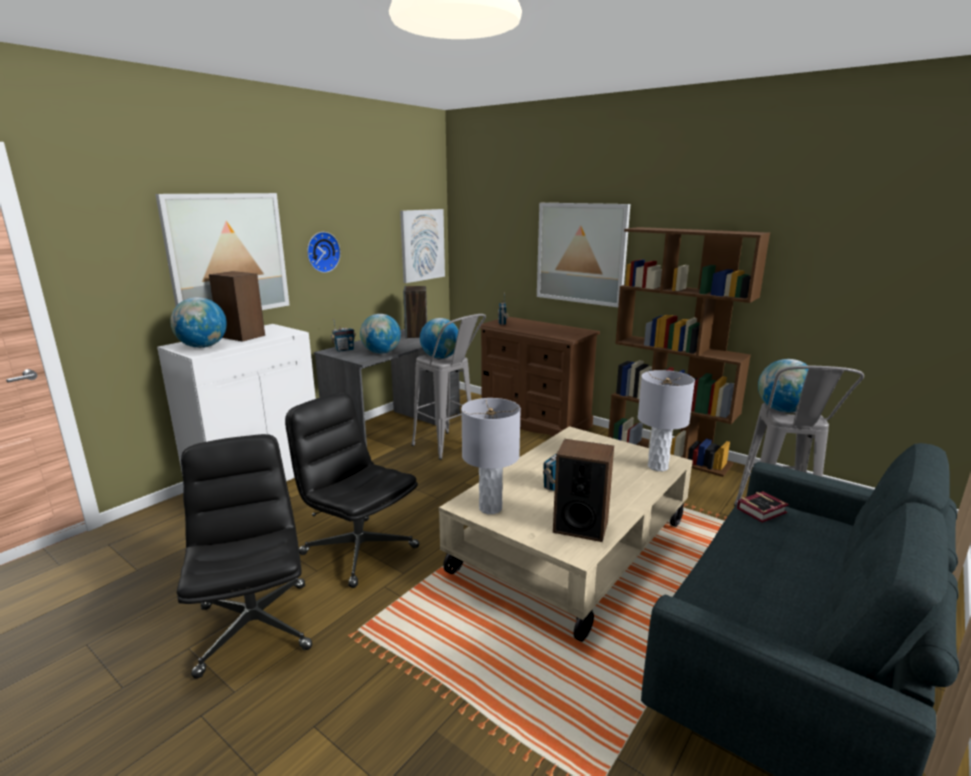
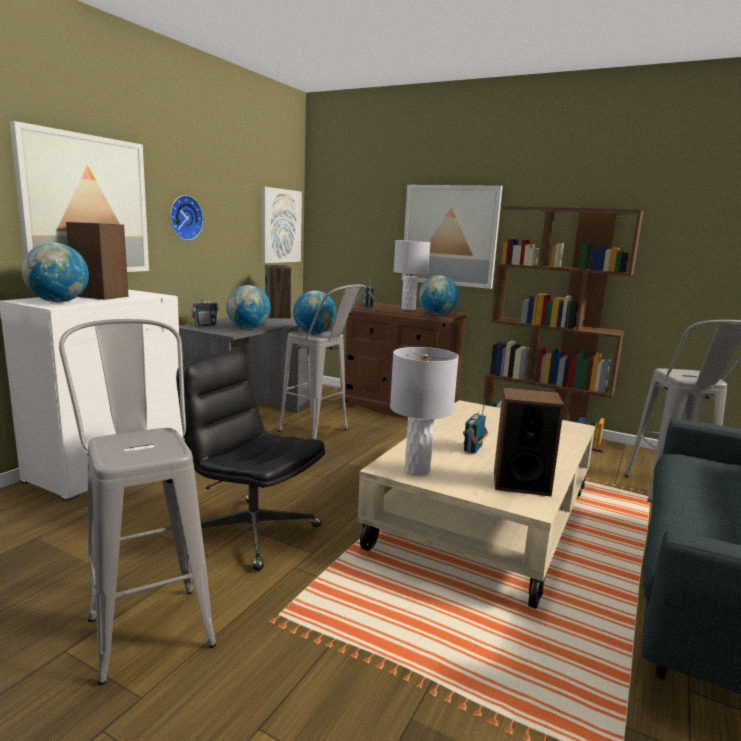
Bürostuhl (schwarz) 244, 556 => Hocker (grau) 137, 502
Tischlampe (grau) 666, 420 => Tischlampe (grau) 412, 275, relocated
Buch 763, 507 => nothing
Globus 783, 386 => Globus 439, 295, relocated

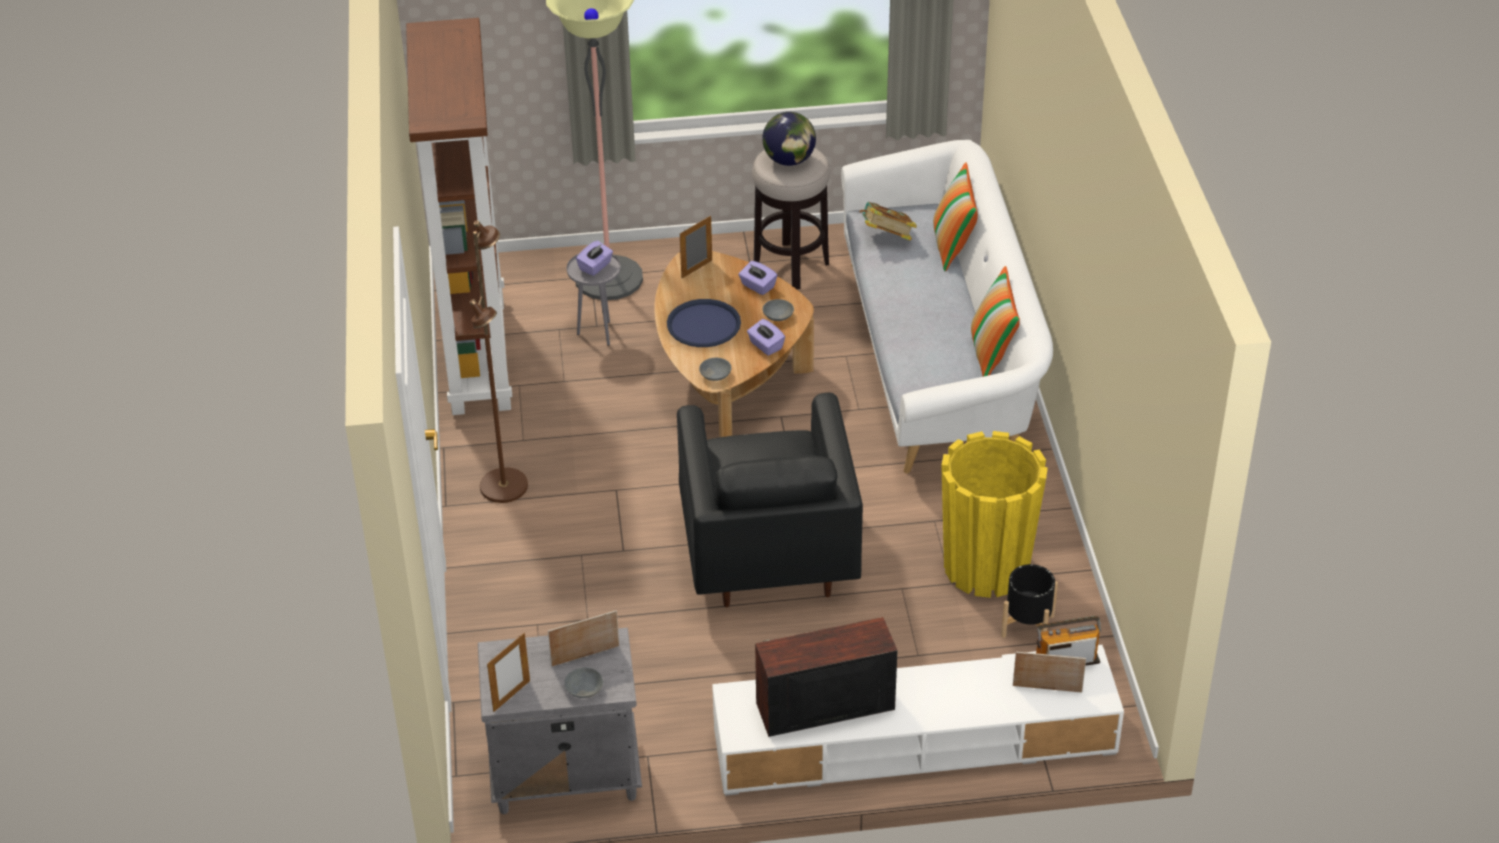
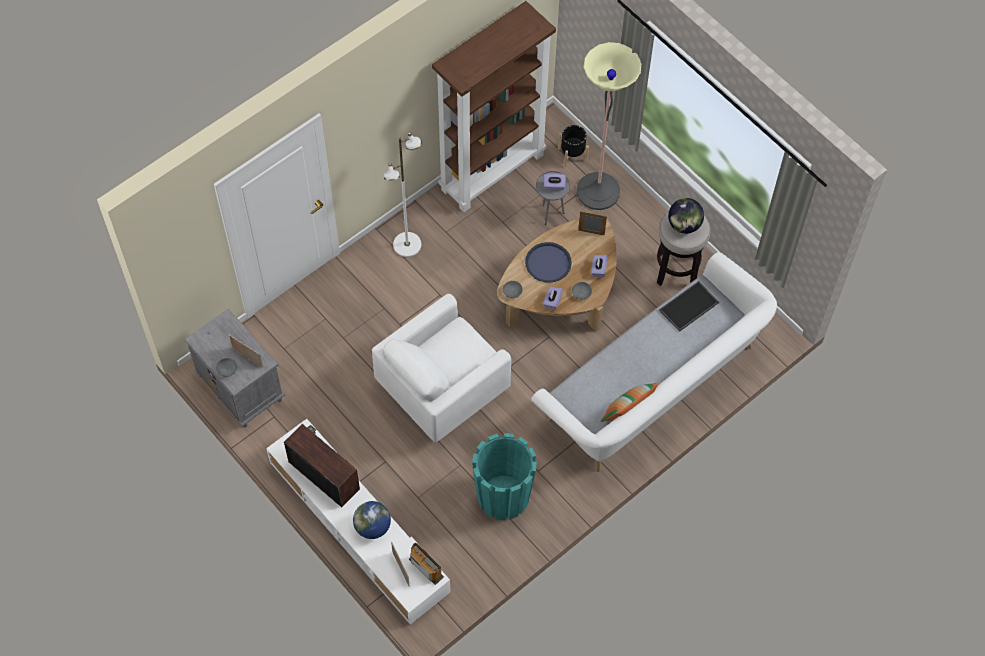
Stehlampe (braun) 499, 361 => Stehlampe (weiß) 403, 195
Bilderrahmen 508, 672 => nothing
Sessel (schwarz) 770, 500 => Sessel (weiß) 441, 368
Buch 888, 221 => Tablett 689, 306
Kissen 955, 216 => nothing
Pflanzkübel (gelb) 994, 514 => Pflanzkübel (türkis) 504, 476
Pflanzkübel (schwarz) 1029, 601 => Pflanzkübel (schwarz) 573, 146, relocated
nothing => Globus 372, 520

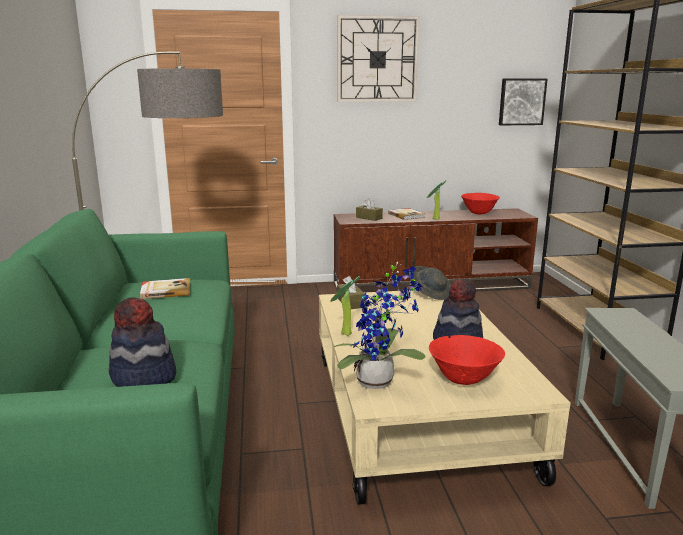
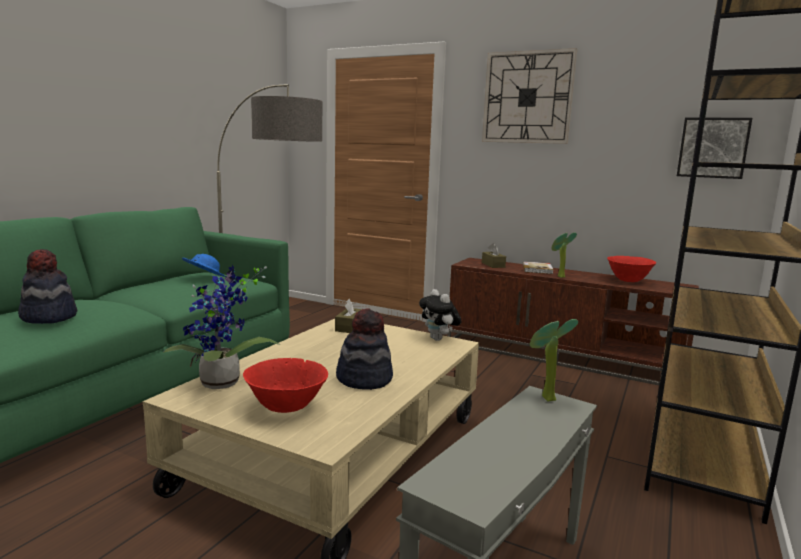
Buch 165, 288 => Hut (blau) 204, 265
Topfpflanze 345, 306 => Topfpflanze 554, 360, relocated
Hut (grau) 432, 283 => Plüschtier 440, 315

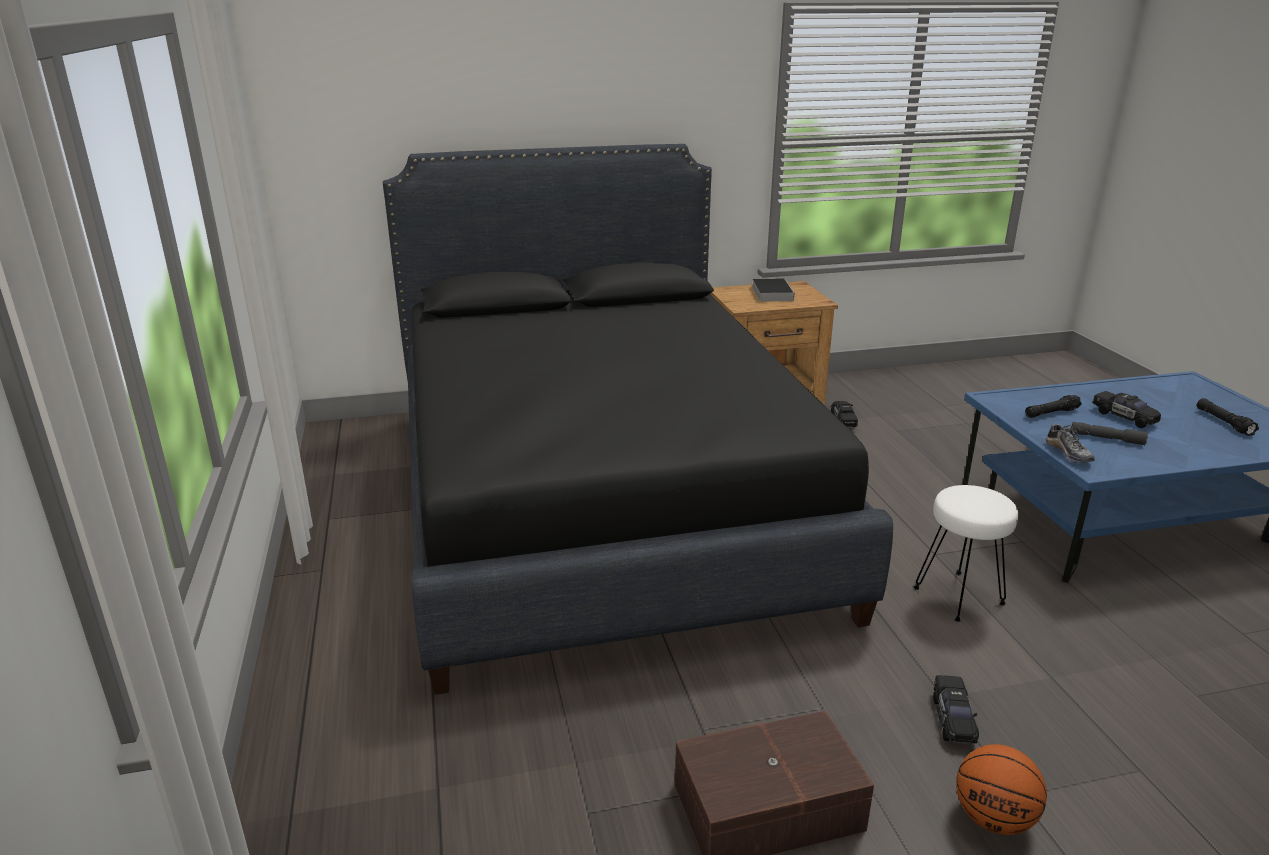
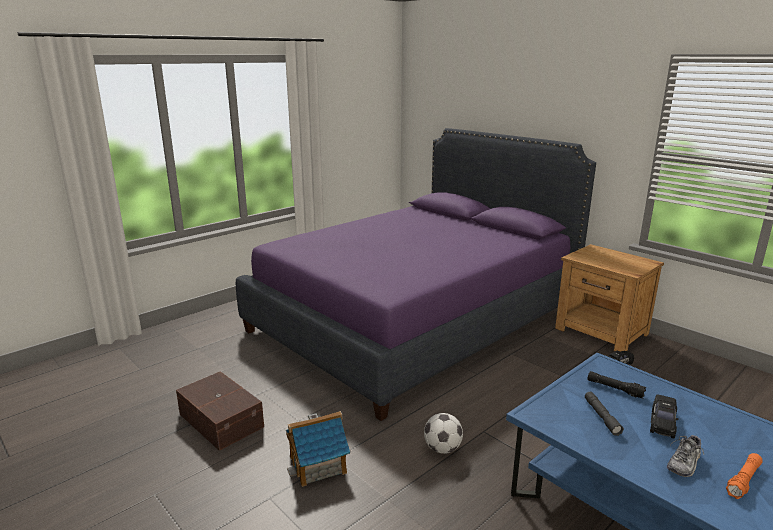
Bett (schwarz) 638, 419 => Bett (lila) 416, 274
Buch 773, 290 => nothing
Hocker (weiß) 966, 553 => Fußball 443, 433
Spielzeugauto (schwarz) 956, 709 => Spielzeughaus 318, 449
Basketball 1001, 789 => nothing
Schuh 1070, 442 => Schuh 685, 456, relocated
Taschenlampe (schwarz) 1227, 417 => Taschenlampe (orange) 744, 476

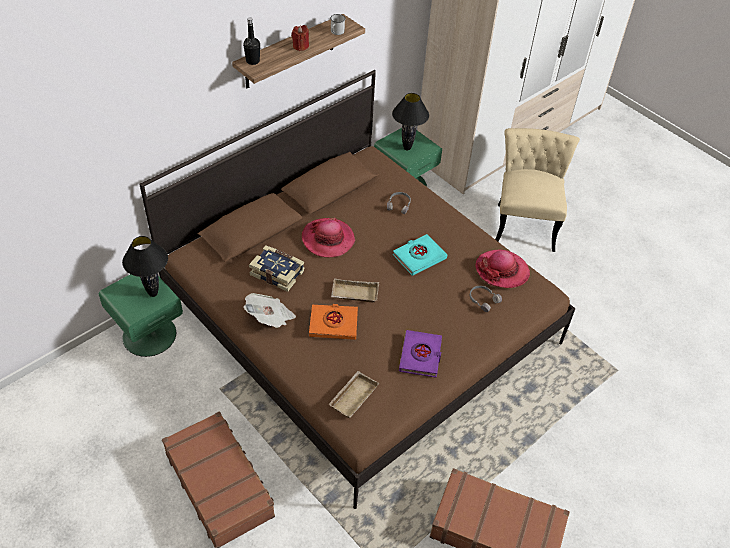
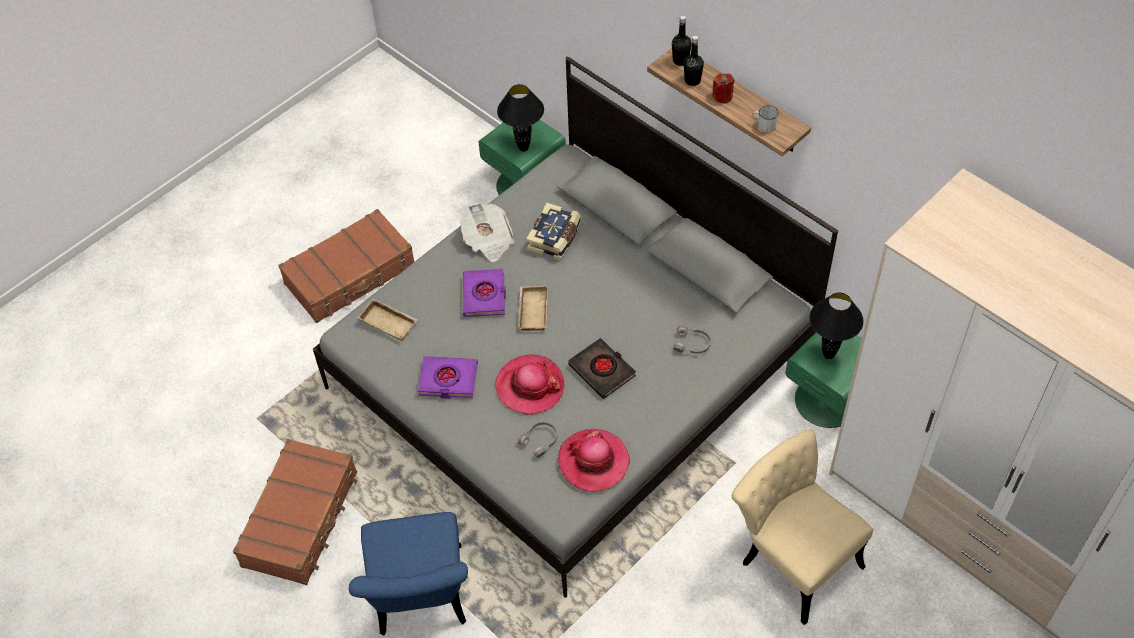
Bett (braun) 357, 289 => Bett (grau) 575, 327
Hut 328, 237 => Hut 530, 384, relocated
Buch (orange) 333, 322 => Buch (lila) 484, 293
Buch (türkis) 420, 255 => Buch (schwarz) 602, 368
Stuhl (beige) 537, 190 => Stuhl (beige) 802, 527, 135 degrees counterclockwise
nothing => Stuhl (blau) 408, 574
nothing => Flasche (schwarz) 694, 61

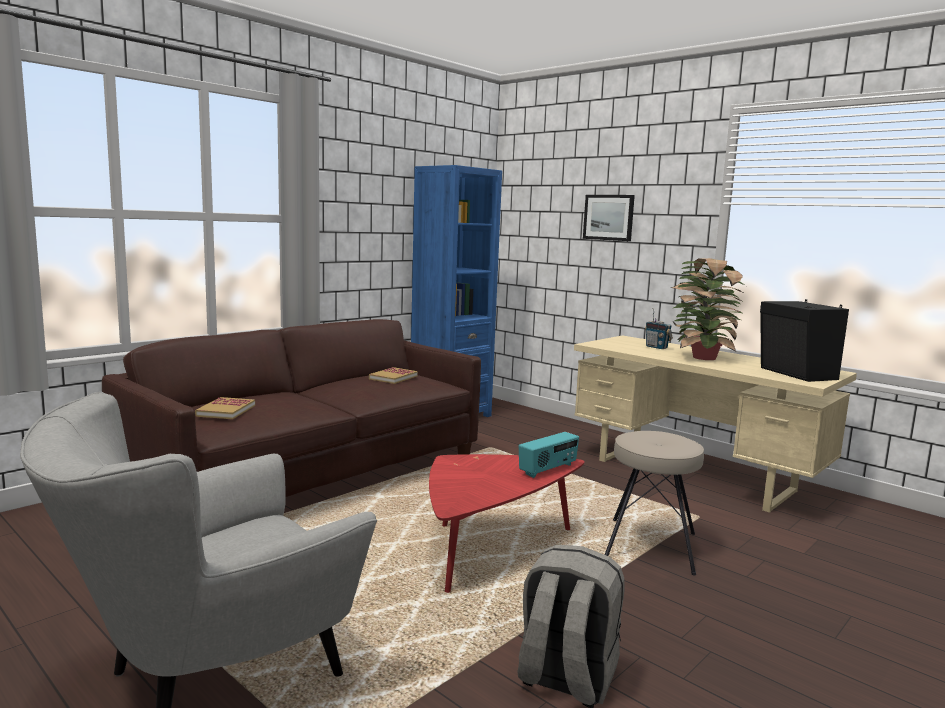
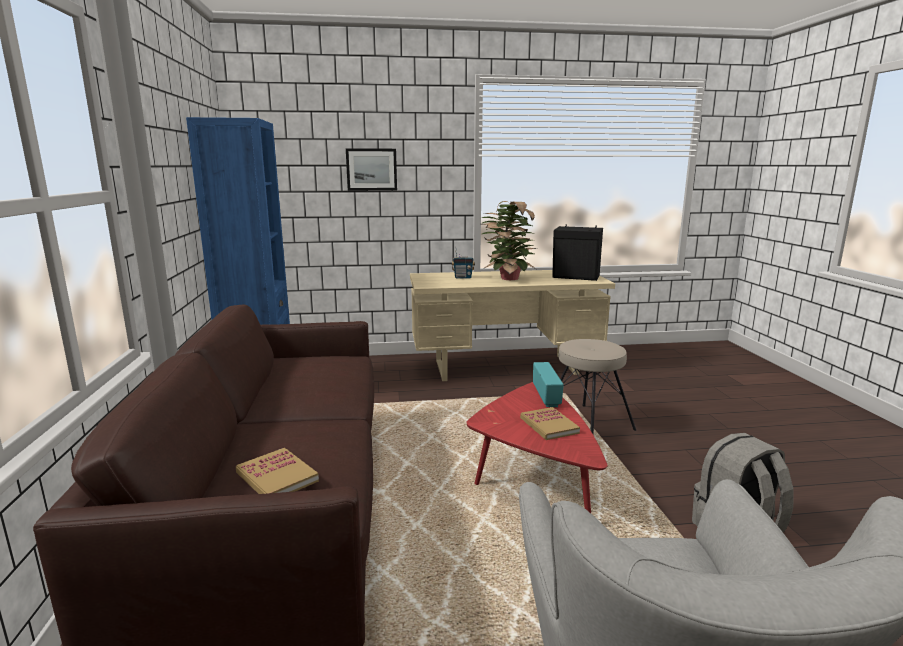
Buch 393, 375 => Buch 550, 423, relocated

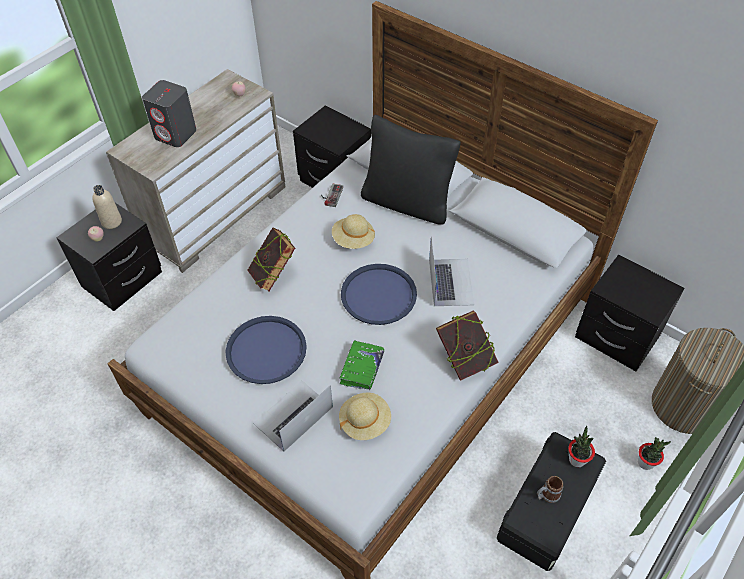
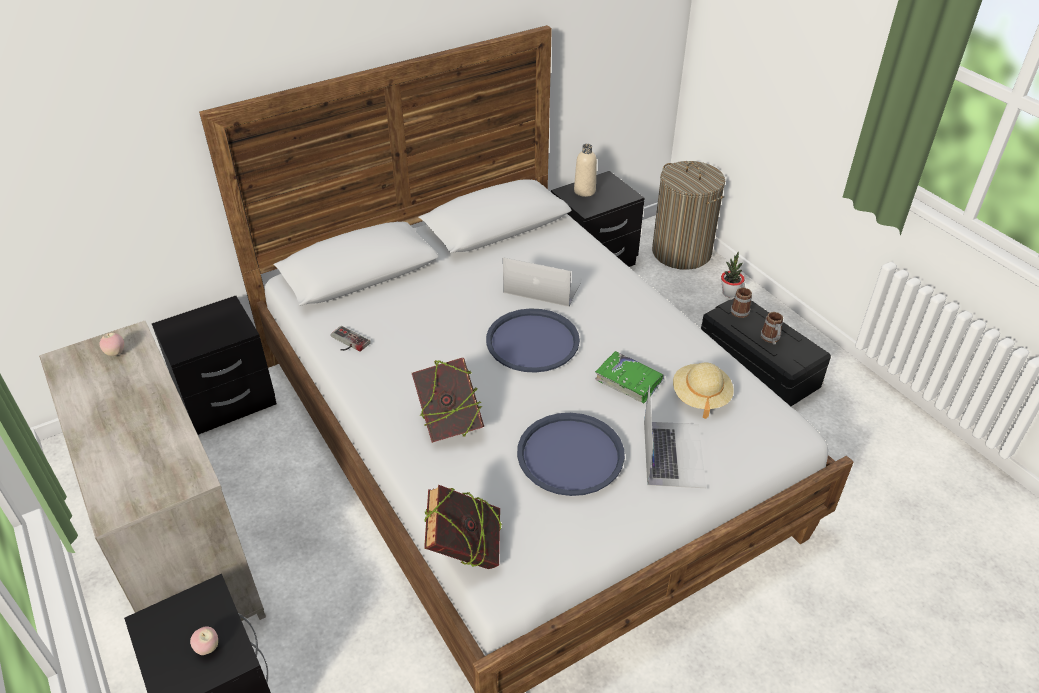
Flasche (beige) 107, 207 => Flasche (beige) 585, 170, relocated
Lautsprecher (grau) 169, 113 => nothing
Laptop 293, 416 => Laptop 675, 437, 150 degrees counterclockwise
Hut (beige) 353, 231 => nothing
Kissen (schwarz) 411, 170 => nothing
Buch 467, 345 => Buch 463, 527, relocated
Topfpflanze 581, 446 => Henkelbecher 741, 300

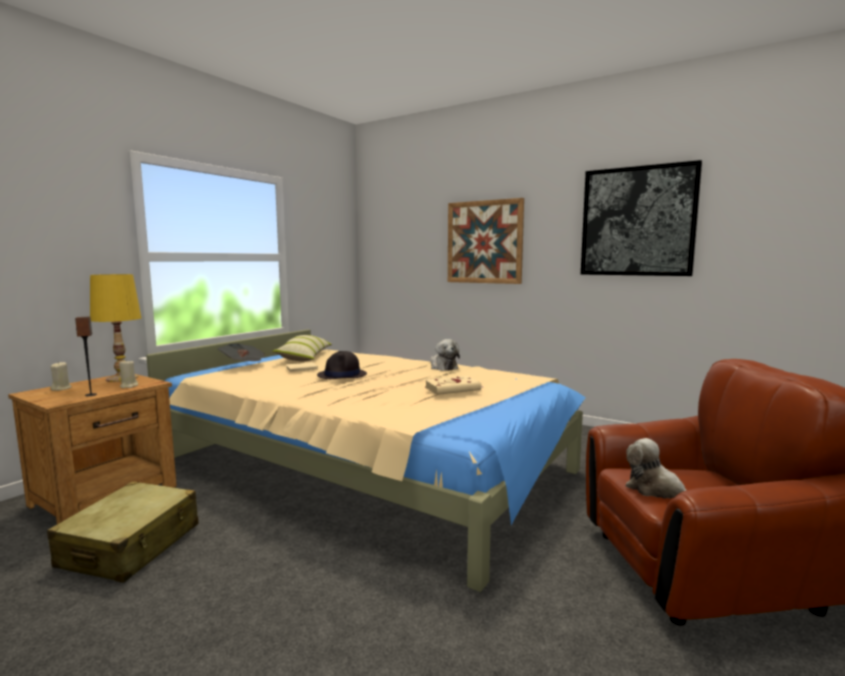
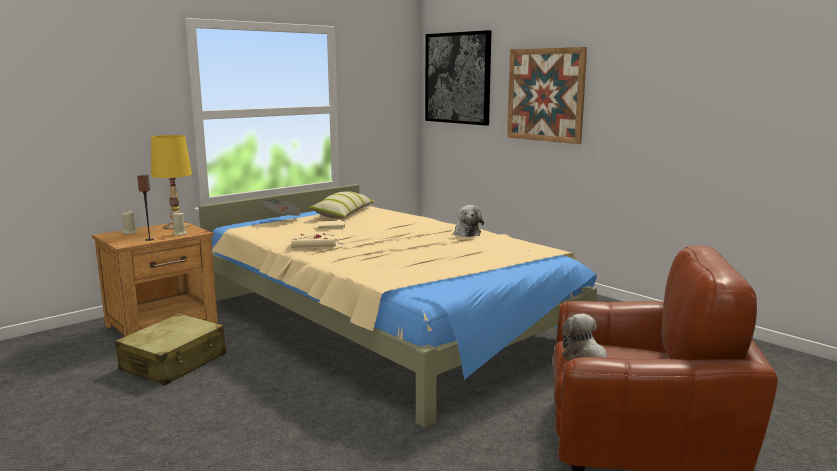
Hut (schwarz) 342, 365 => nothing
Buch (beige) 454, 385 => Buch (beige) 317, 240, relocated
Bild 641, 218 => Bild 458, 78, relocated

